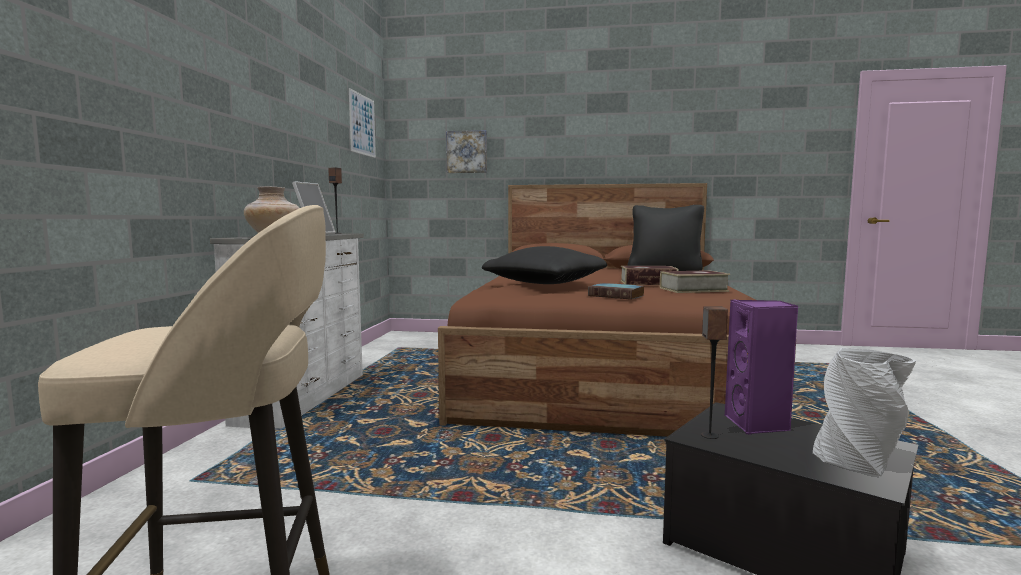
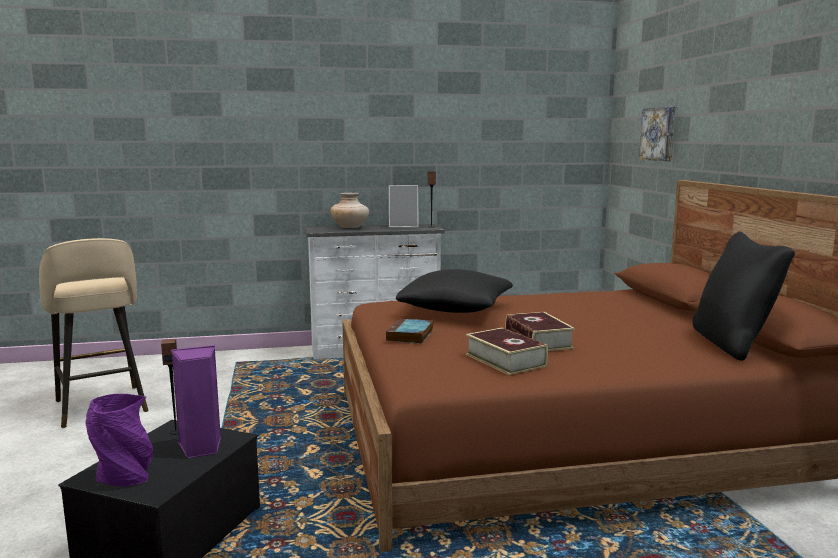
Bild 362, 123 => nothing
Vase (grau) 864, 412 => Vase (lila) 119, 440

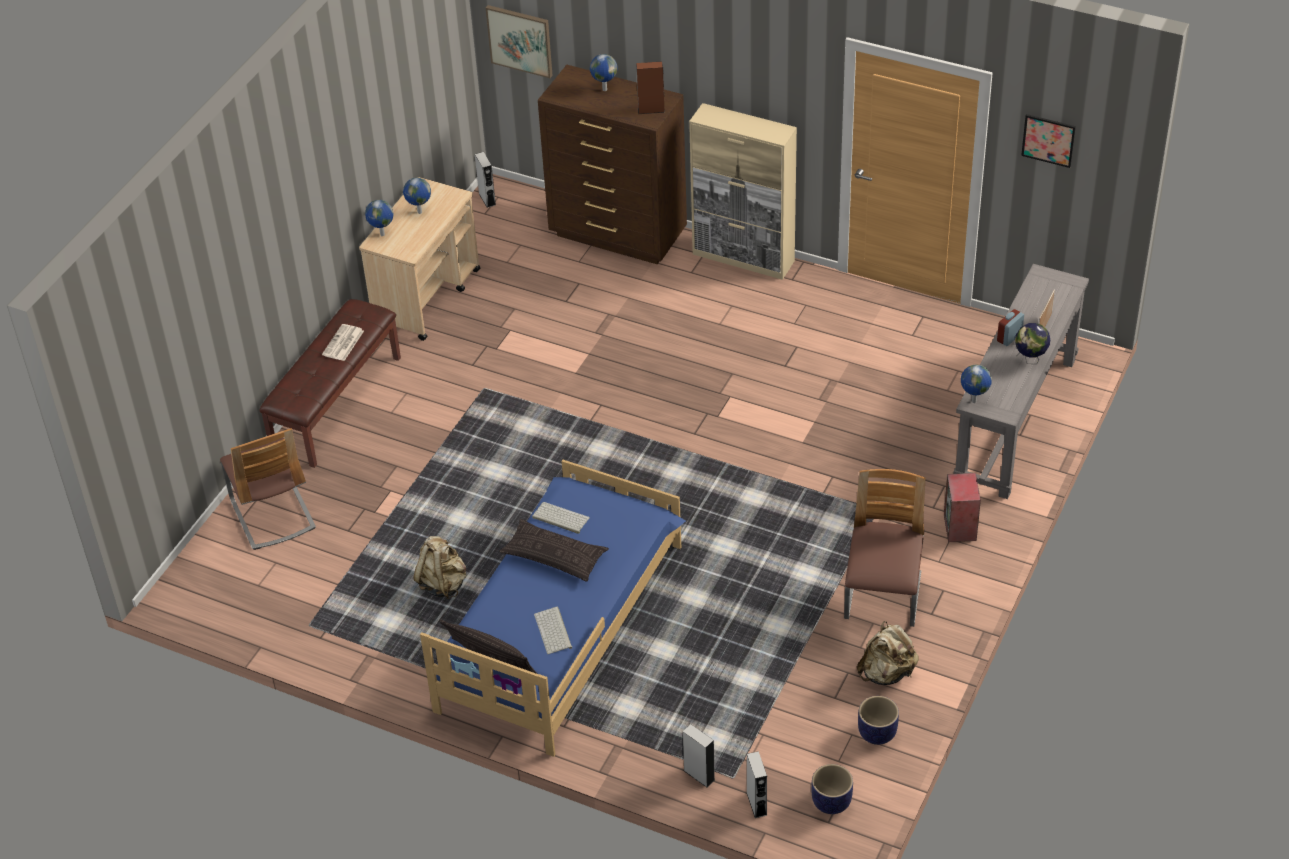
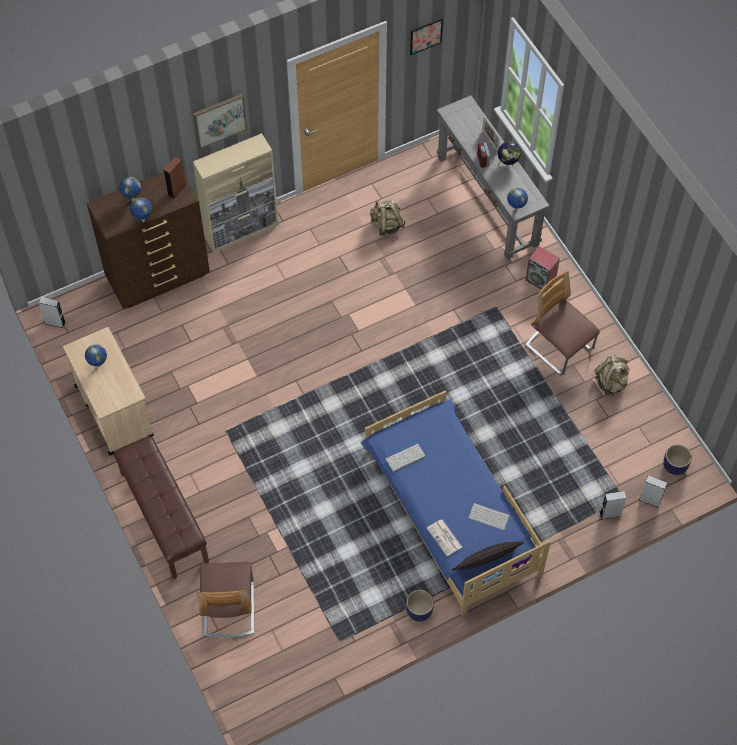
Stuhl 268, 489 => Stuhl 225, 600, 75 degrees clockwise
Zeitung 343, 342 => Zeitung 444, 538, relocated
Globus 379, 218 => Globus 141, 210, relocated
Rucksack (beige) 440, 567 => Rucksack (beige) 387, 217, relocated
Bild 519, 41 => Bild 220, 121, relocated
Kissen 554, 550 => nothing
Pflanzkübel 878, 720 => Pflanzkübel 420, 606, relocated

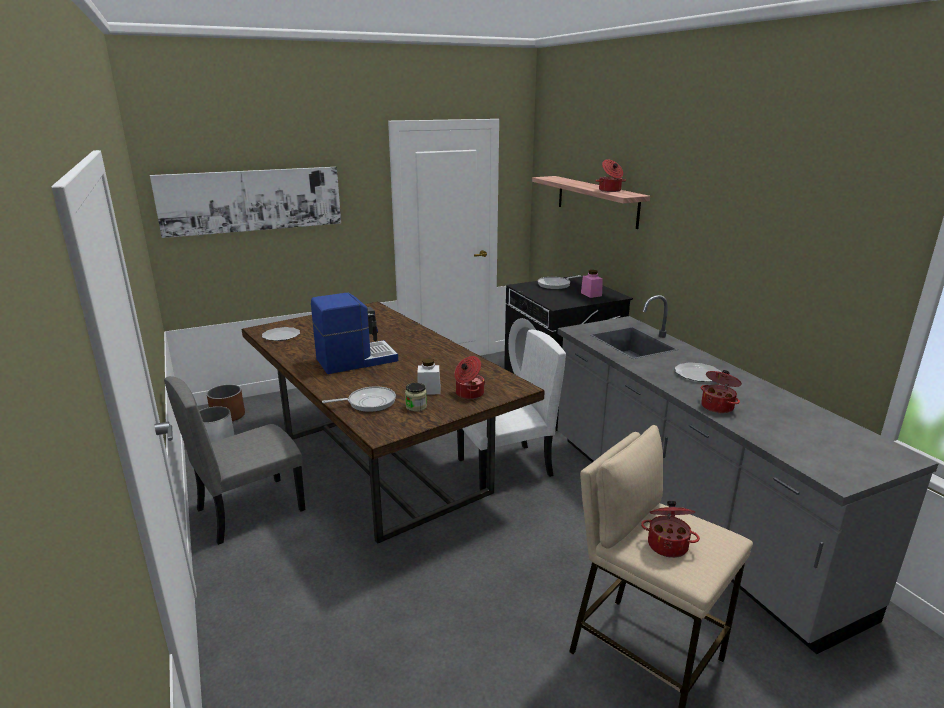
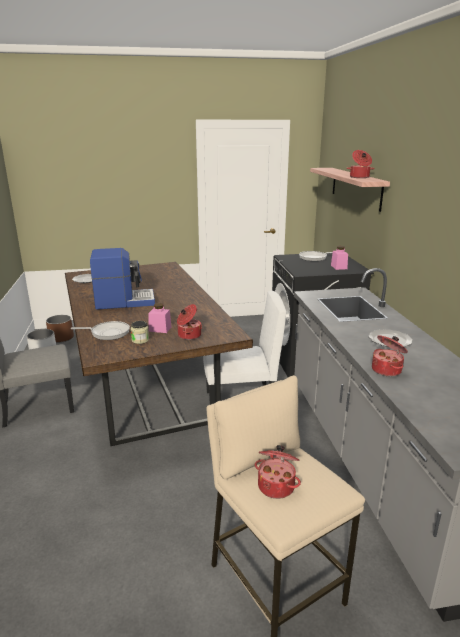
Bild 245, 202 => nothing
Vorratsglas (weiß) 429, 376 => Vorratsglas (rosa) 159, 318

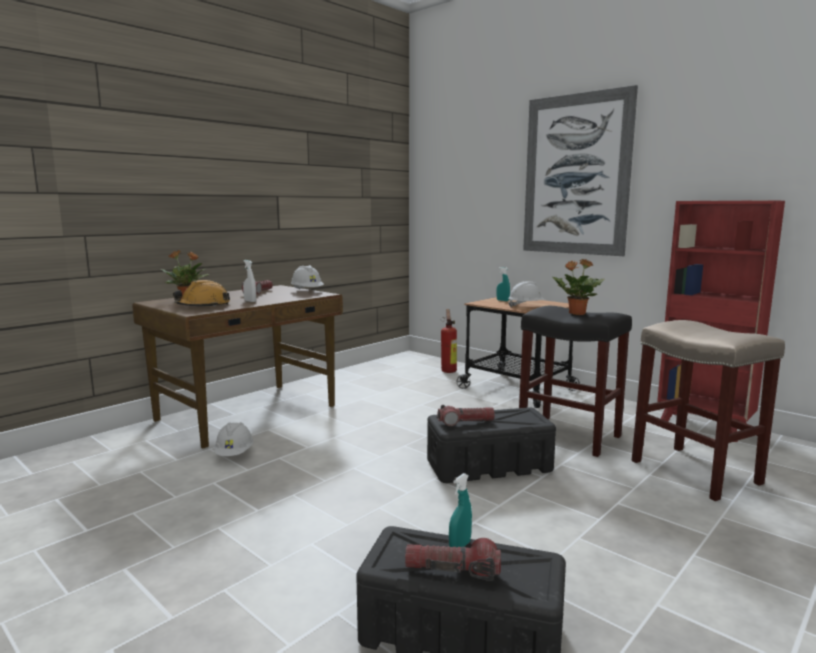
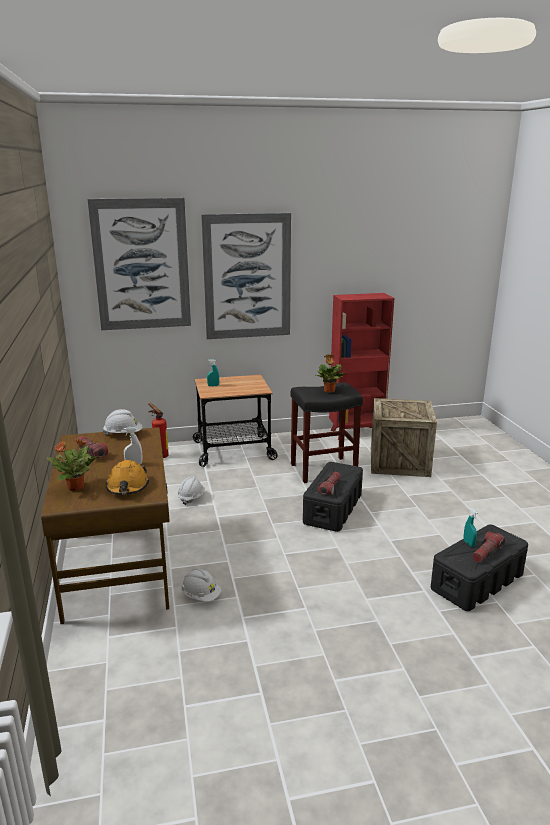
Schutzhelm (weiß) 526, 294 => Schutzhelm (weiß) 191, 490, relocated
Hocker (beige) 708, 410 => Kiste 404, 437
nothing => Bild 139, 264

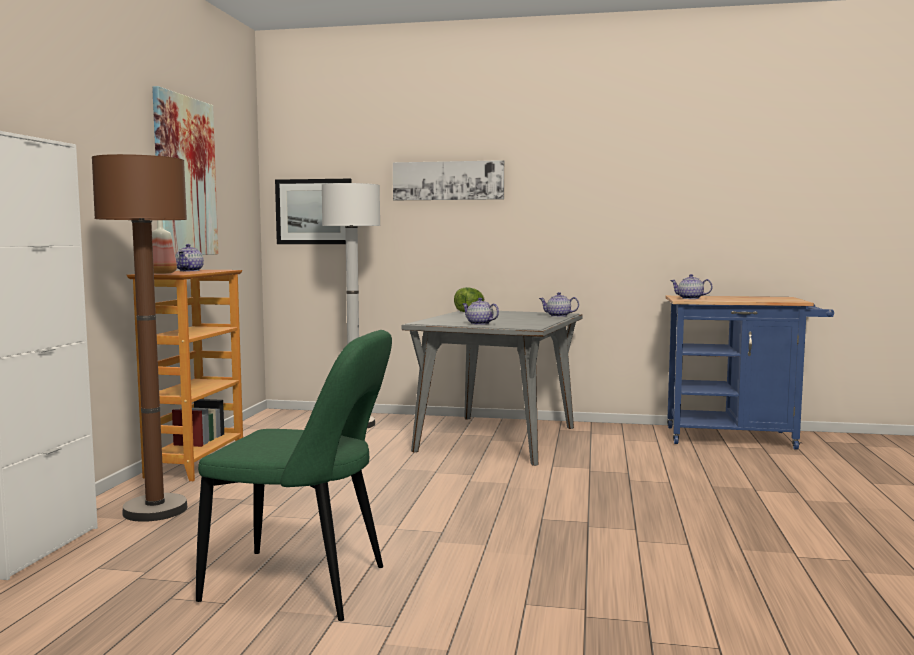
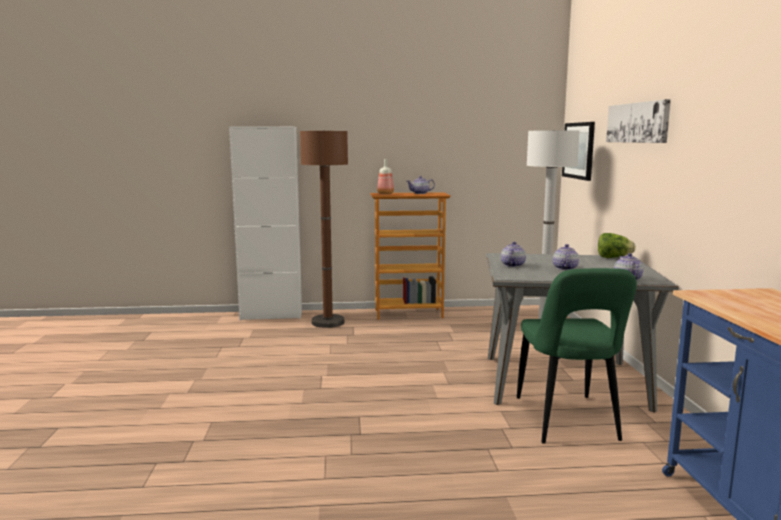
Bild 185, 170 => nothing
Stuhl (grün) 294, 475 => Stuhl (grün) 577, 356, relocated
Teekanne 691, 286 => Teekanne 566, 257, relocated

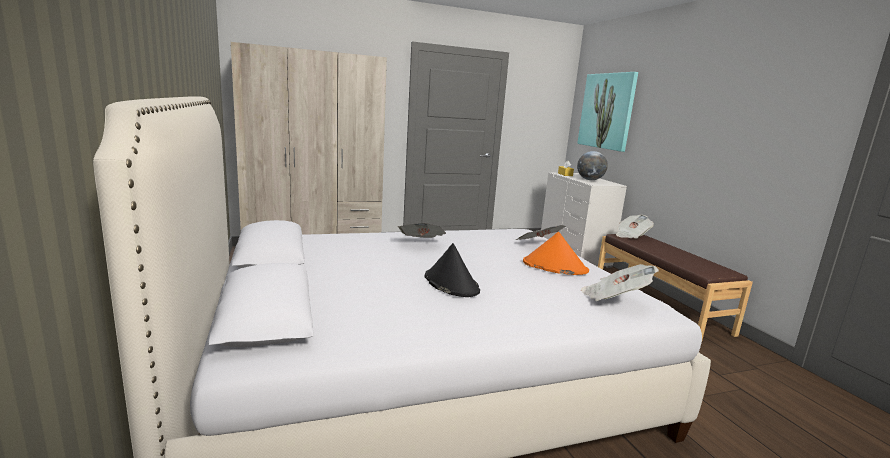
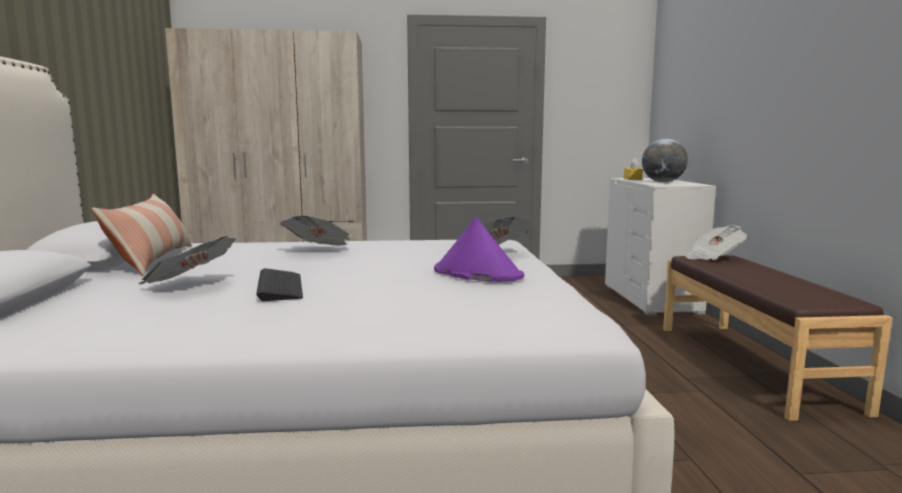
Hut (schwarz) 452, 270 => Tastatur 279, 284
Hut (orange) 556, 253 => Hut (lila) 479, 249
Bild 607, 112 => nothing
Zeitung 620, 282 => Zeitung 187, 260, relocated
nothing => Kissen 141, 235

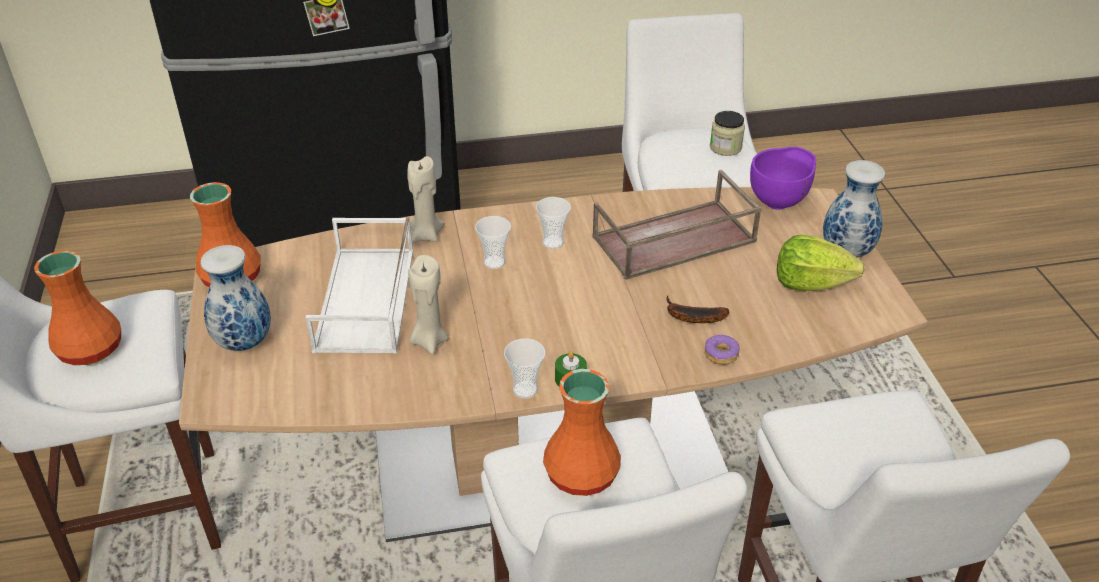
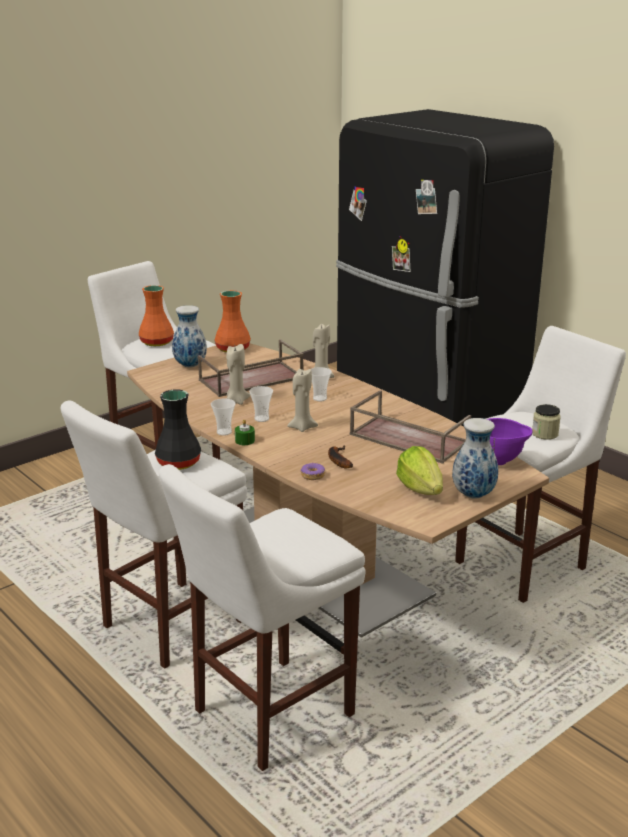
Tablett (weiß) 359, 286 => Tablett (braun) 251, 368
Tasse 553, 223 => Tasse 261, 404, relocated
Vase (orange) 582, 432 => Vase (schwarz) 178, 429
nothing => Kerze (beige) 302, 400

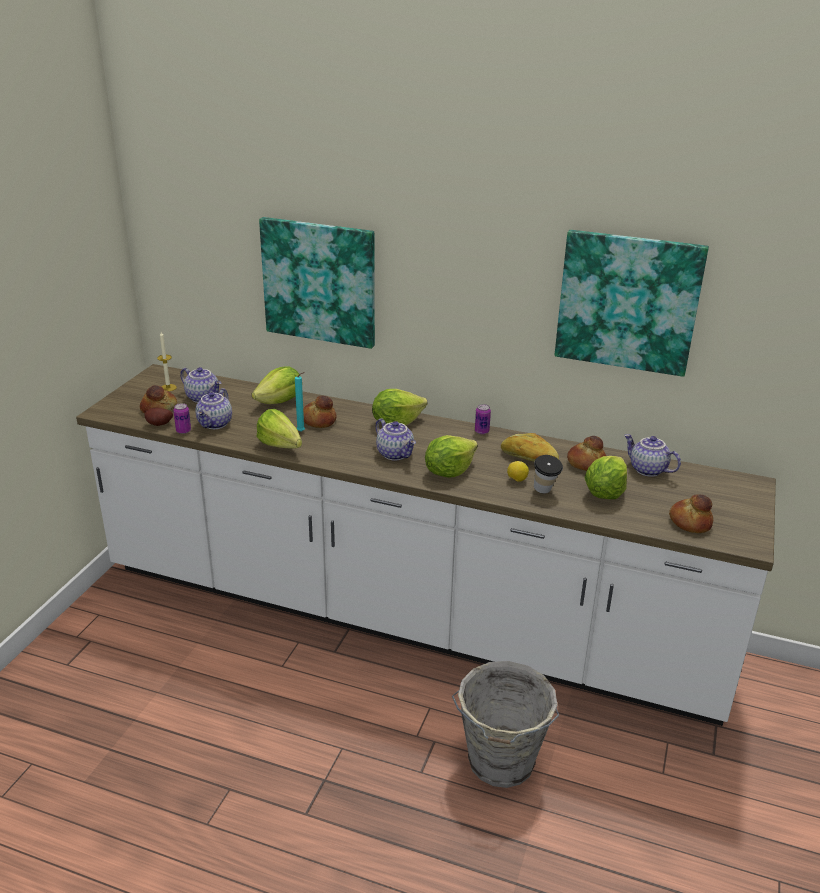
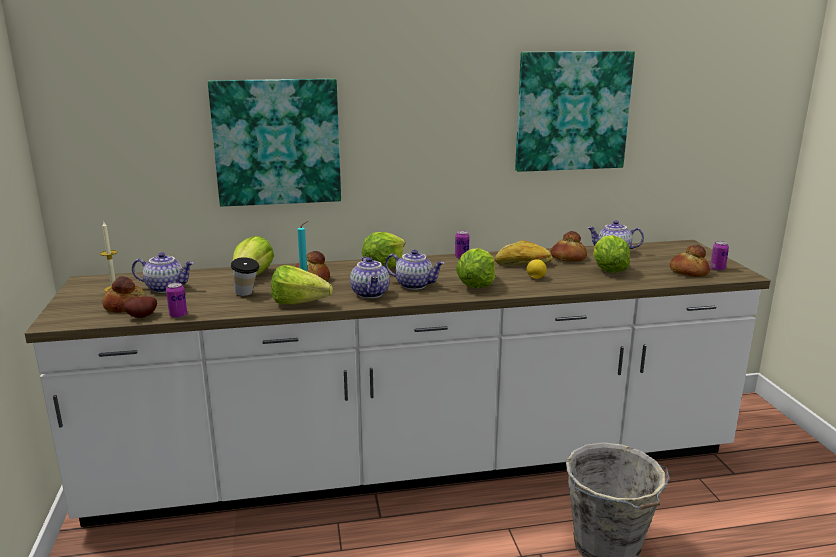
Teekanne 214, 408 => Teekanne 370, 278, relocated
Tasse 548, 474 => Tasse 245, 276, relocated
nothing => Dose 719, 256

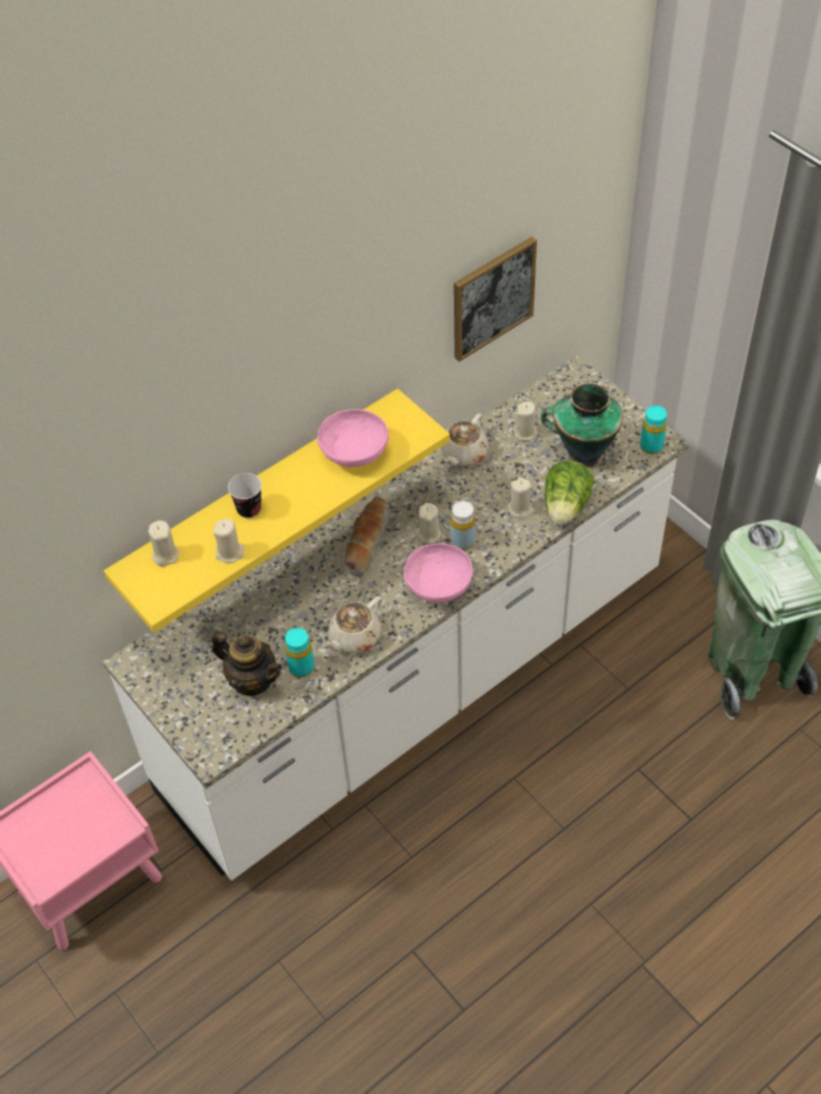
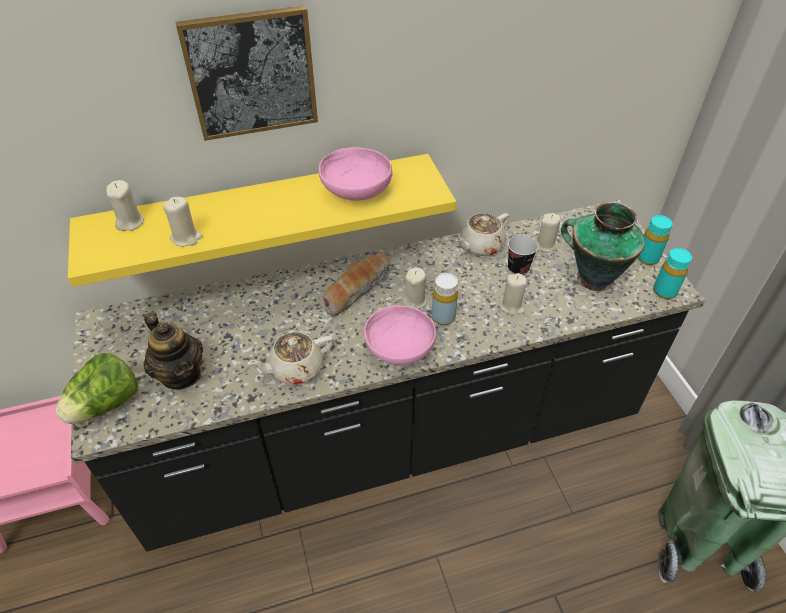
Küchenzeile (weiß) 396, 618 => Küchenzeile (schwarz) 388, 376
Tasse 245, 495 => Tasse 523, 255, relocated
Flasche (türkis) 299, 653 => Flasche (türkis) 655, 240, relocated
Bild 495, 299 => Bild 247, 73, relocated
Salatkopf 569, 493 => Salatkopf 97, 388, relocated

